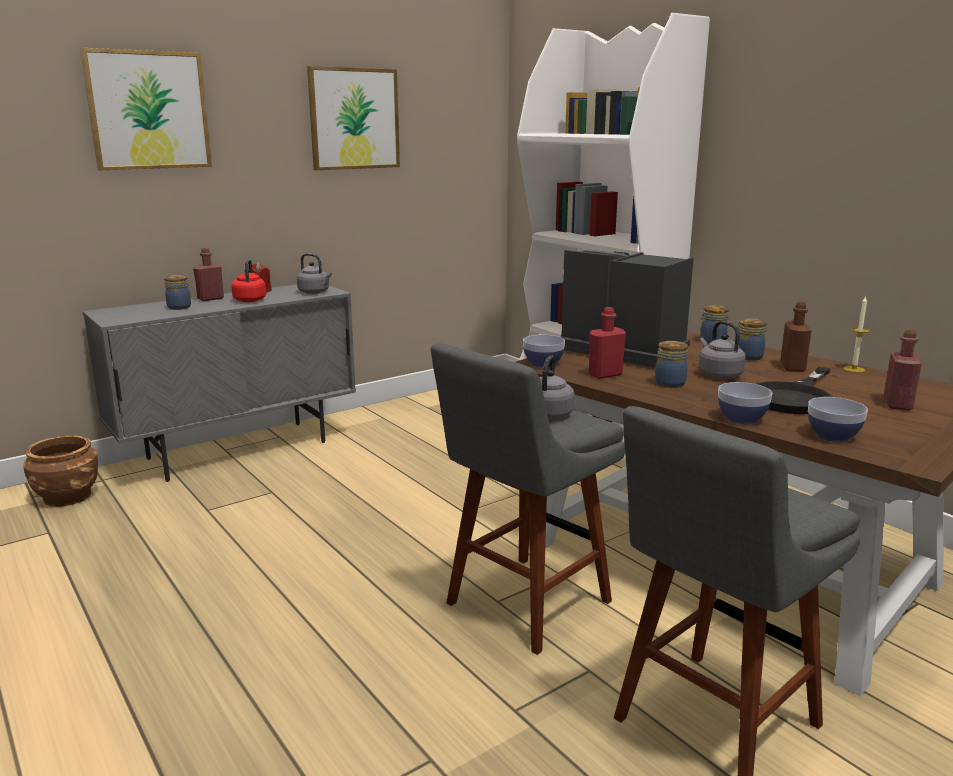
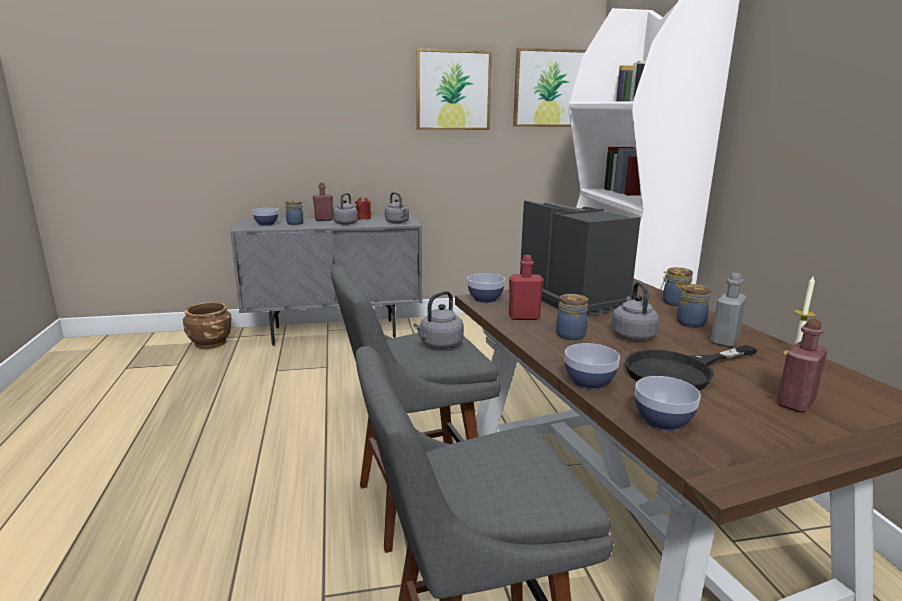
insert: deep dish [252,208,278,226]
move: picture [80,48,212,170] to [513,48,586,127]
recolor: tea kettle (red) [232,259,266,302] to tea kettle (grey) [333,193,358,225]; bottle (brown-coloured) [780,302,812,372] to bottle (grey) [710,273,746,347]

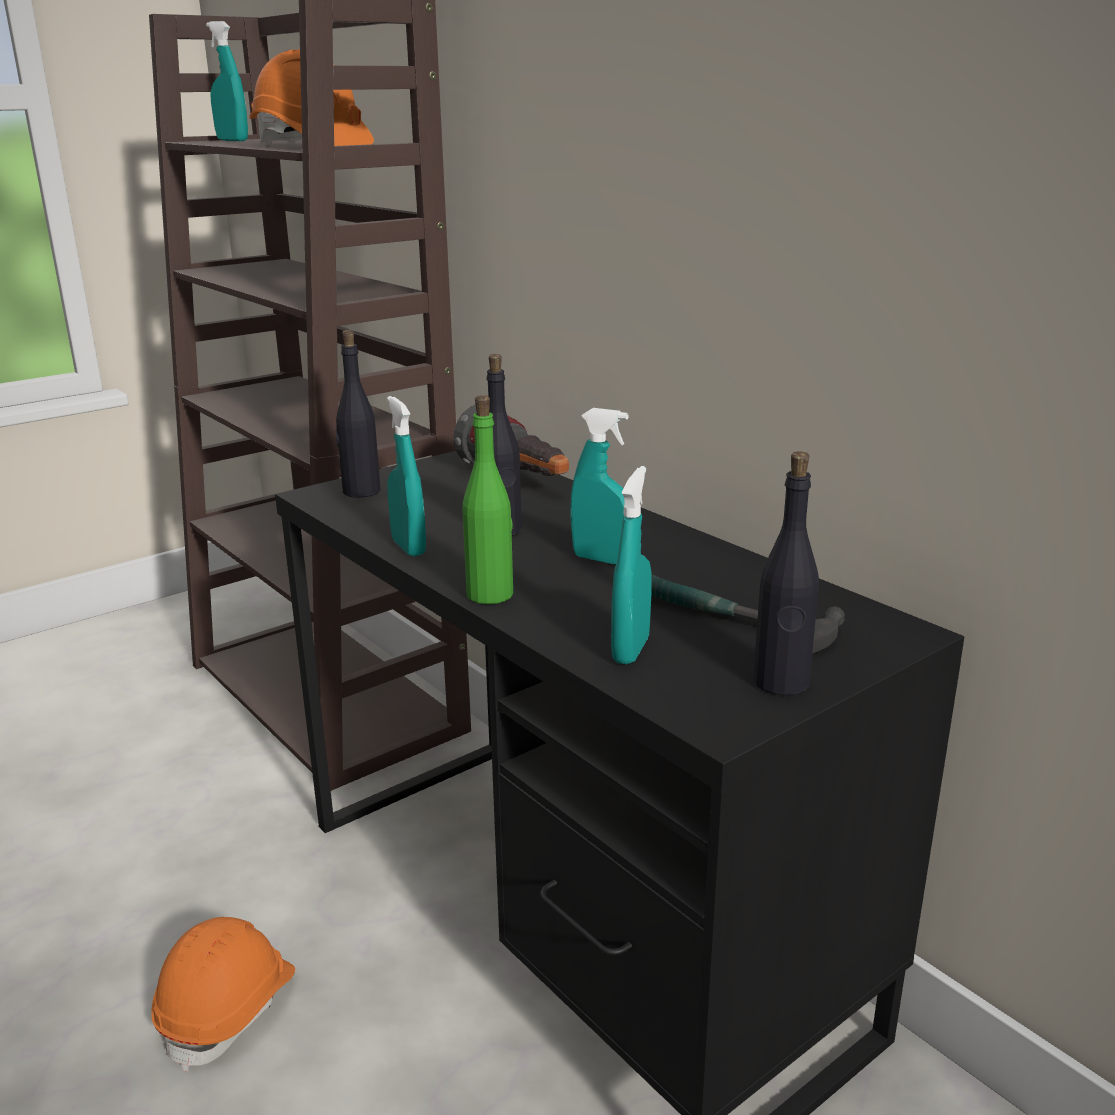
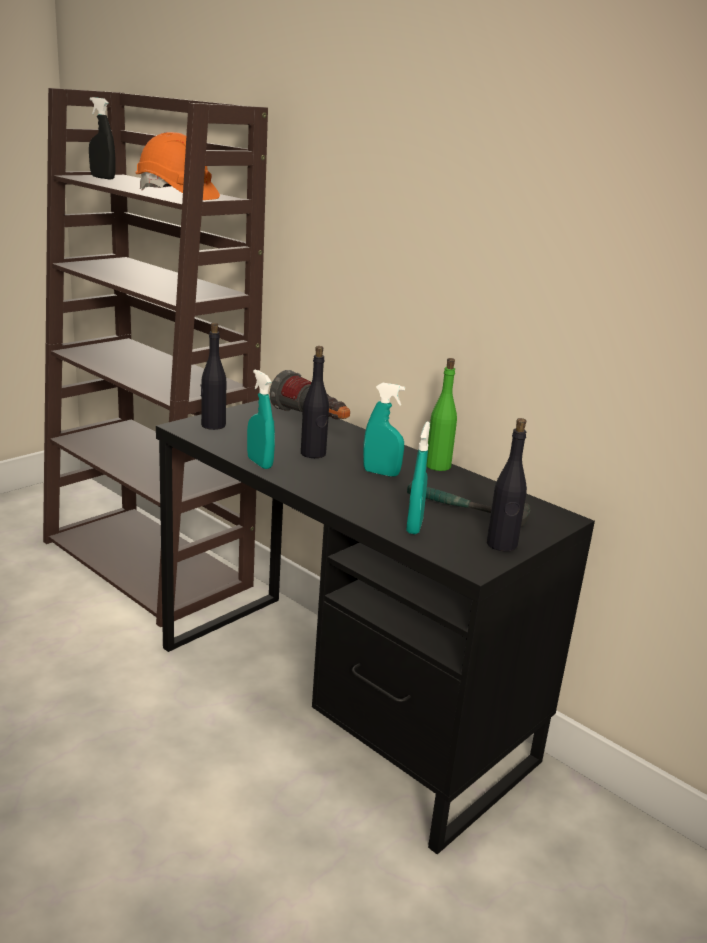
delete: hard hat (orange) [151,917,295,1072]
move: bottle (green) [463,395,513,604] to [427,358,457,471]
recolor: spray bottle (turquoise-coloured) [206,21,248,141] to spray bottle (black-coloured) [89,97,116,179]

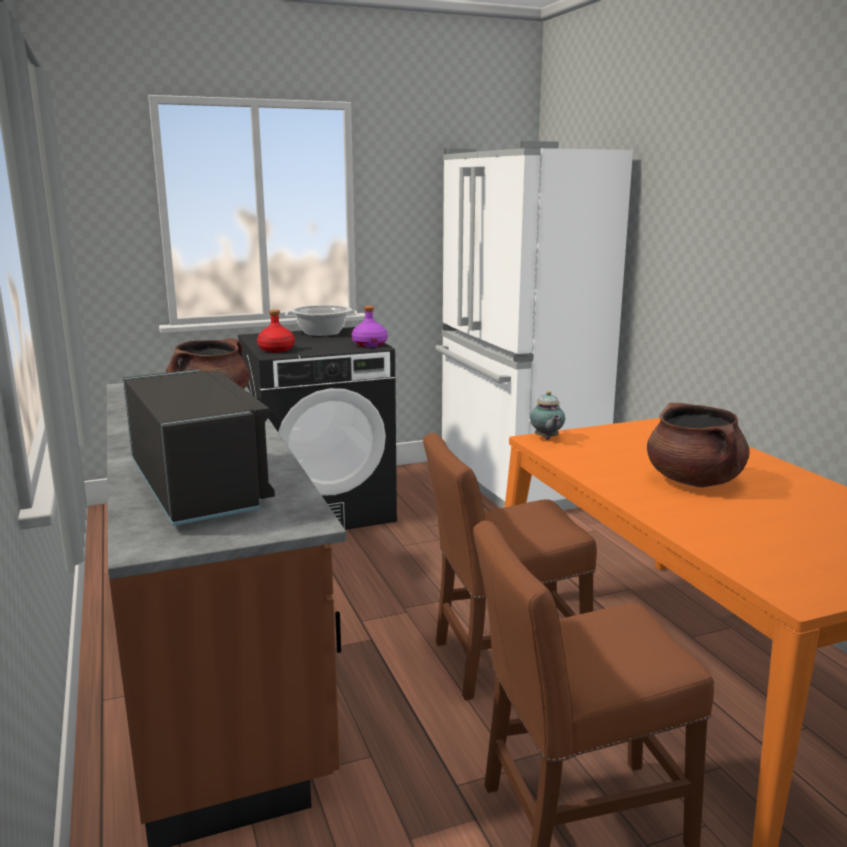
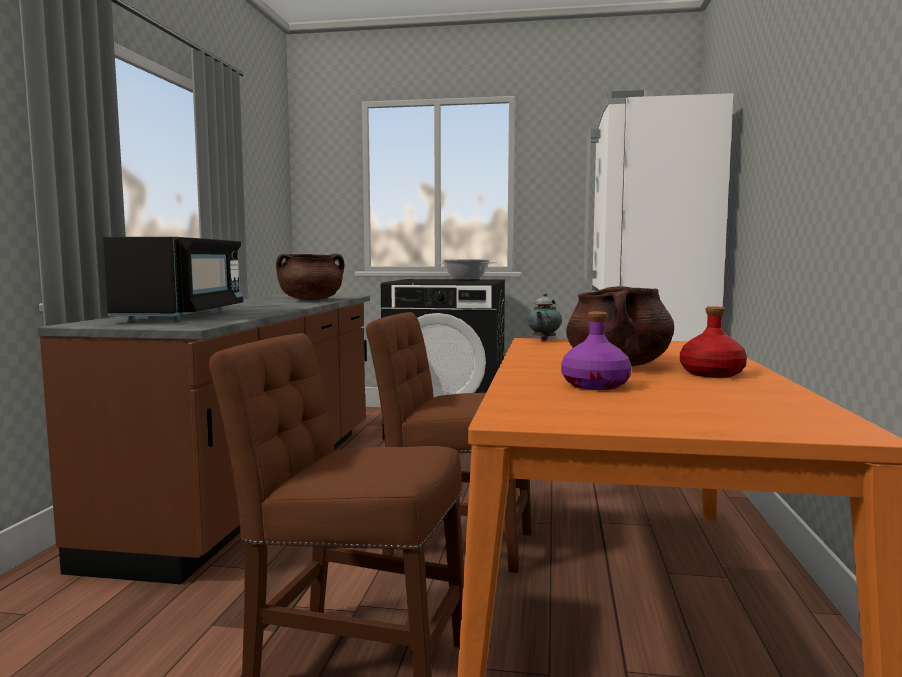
move: bottle (red) [257,310,295,353] to [680,306,747,378]; bottle (purple) [351,306,387,347] to [561,311,631,390]

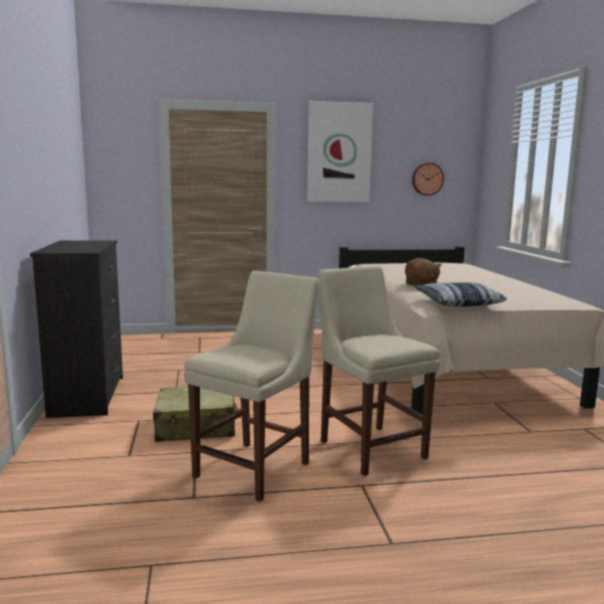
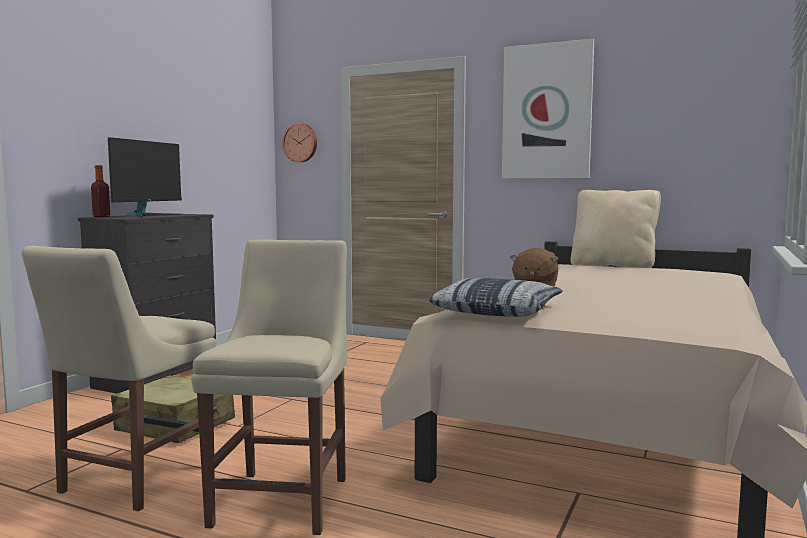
insert: bottle [91,165,110,217]; monitor [108,137,182,217]; cushion (sand-coloured) [571,190,661,268]
move: hanging clock [412,163,444,196] to [282,123,317,162]
rotate: upright chair (sand-coloured) [184,271,320,502] = [22,246,216,511] 135 degrees clockwise

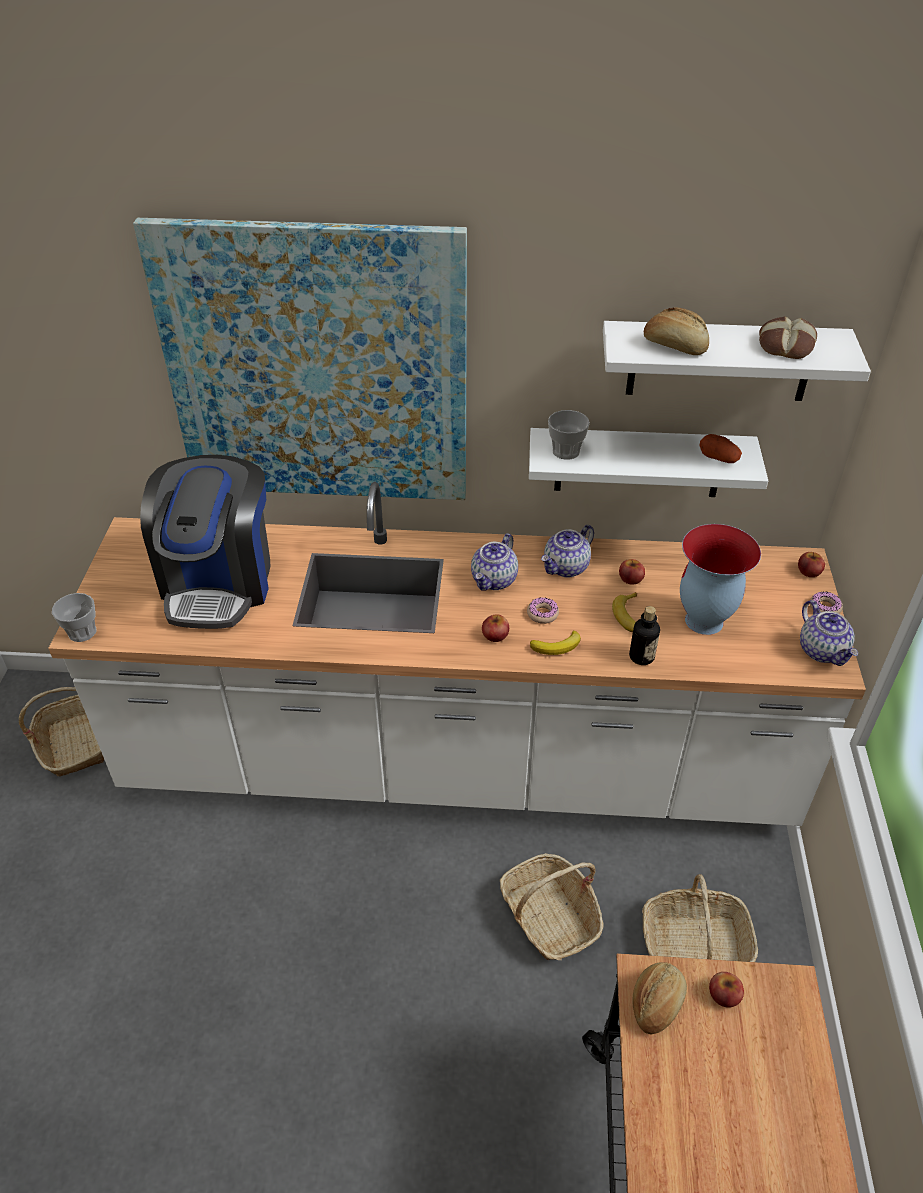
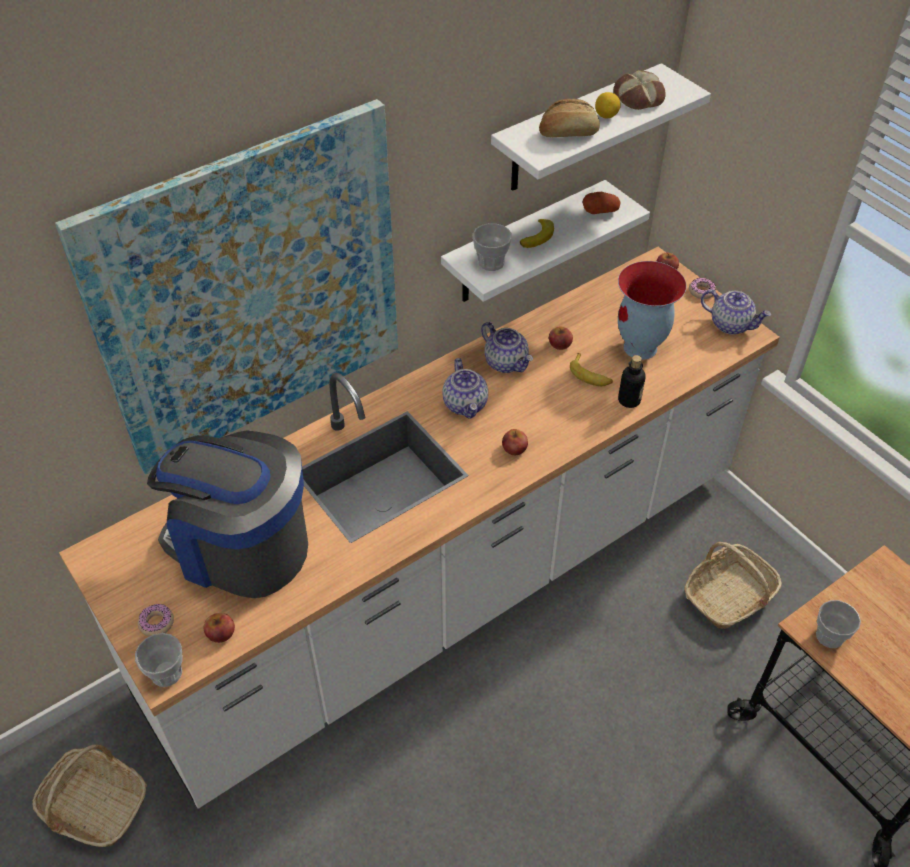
delete: household basket [500,853,604,960]
insert: lemon [595,92,621,119]
move: doughnut [527,598,559,624] to [138,604,174,636]; banana fruit [530,631,581,655] to [520,219,554,248]; whole apple [709,972,744,1008] to [203,613,235,643]
replace: bakery bread [632,962,687,1034] to small cup [816,600,861,648]
rotate: coffee maker [140,455,270,629] = [147,430,308,598] 150 degrees clockwise; tea pot [541,525,594,577] = [481,322,533,373] 45 degrees counterclockwise

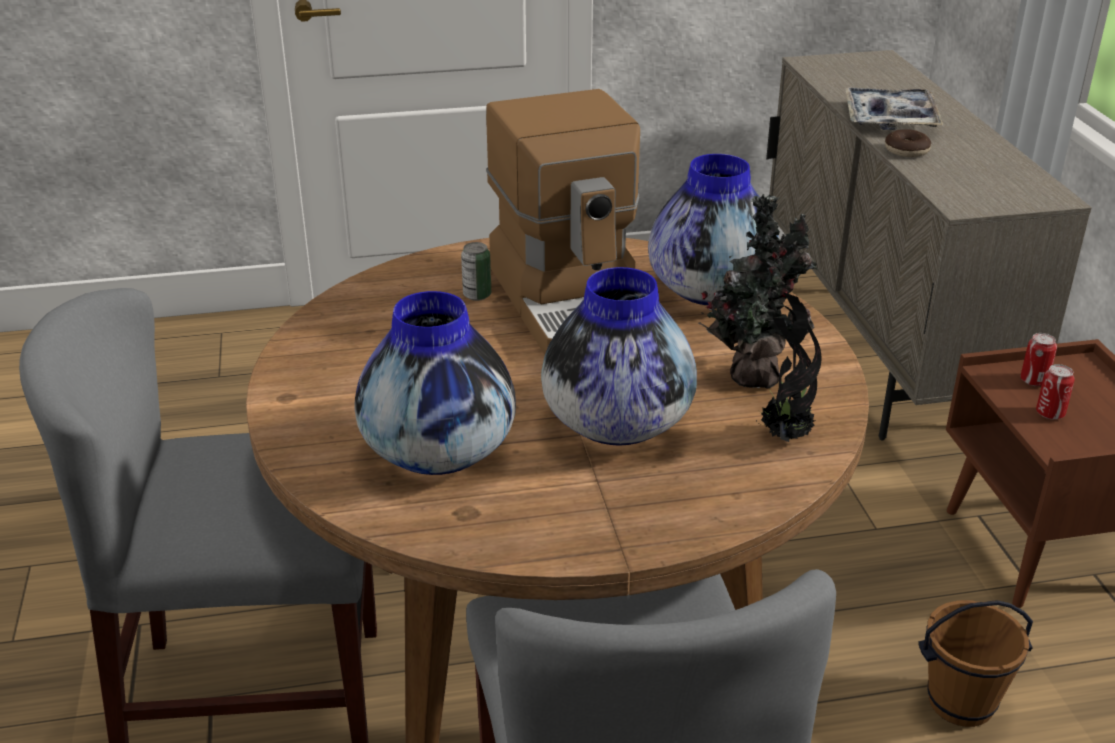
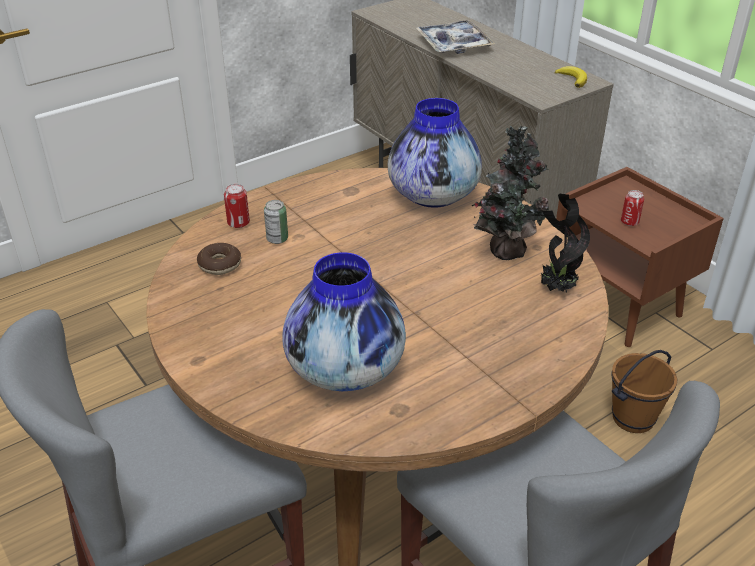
delete: coffee maker [486,89,640,355]; flower vase [541,267,697,446]
insert: banana fruit [555,66,587,88]
move: doughnut [885,129,931,157] to [197,243,241,275]; can [1021,333,1057,386] to [224,184,250,228]

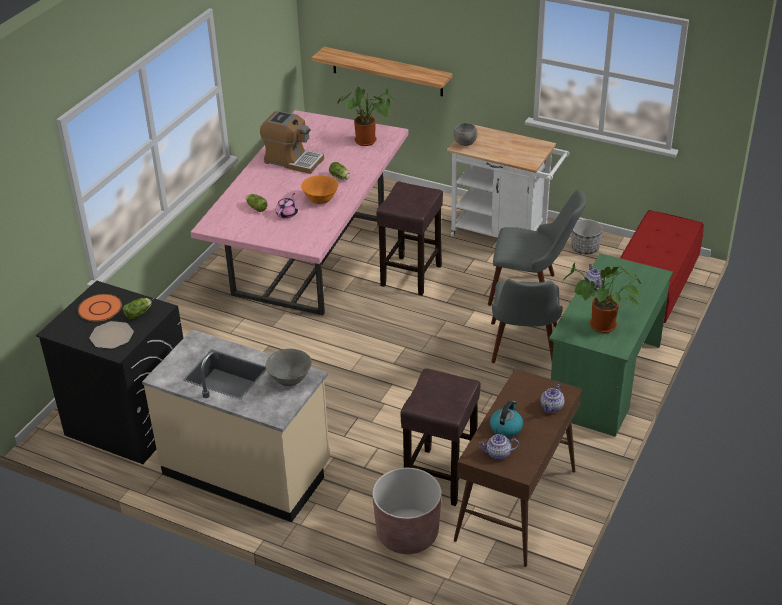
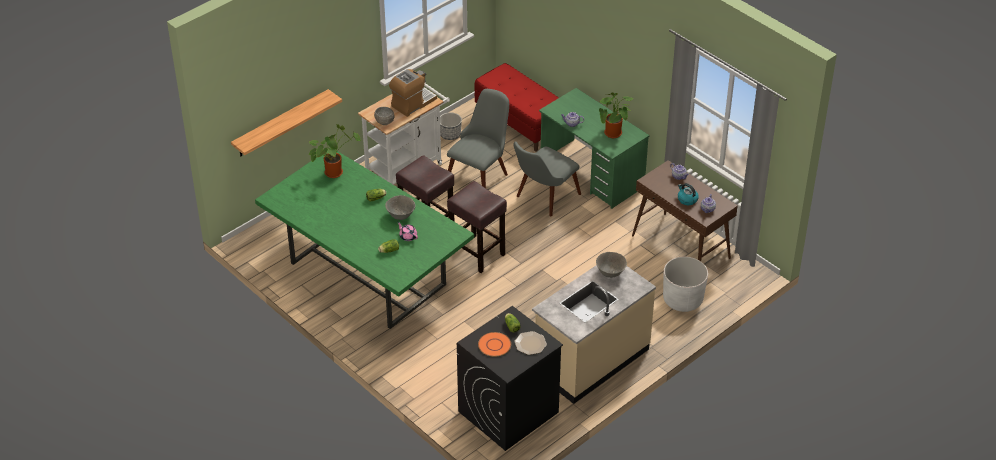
move: coffee maker [260,111,324,174] to [389,69,437,117]; sitting stool (brown-coloured) [400,368,481,506] to [447,181,507,273]
recolor: dinner table (pink) [191,110,409,315] to dinner table (green) [255,148,474,329]; deep dish (orange) [301,175,339,204] to deep dish (grey) [385,195,415,220]; plant pot (brown-coloured) [372,468,442,554] to plant pot (white-coloured) [663,256,708,312]
rotate: upright chair (grey) [491,279,563,363] = [513,141,581,216] 105 degrees clockwise

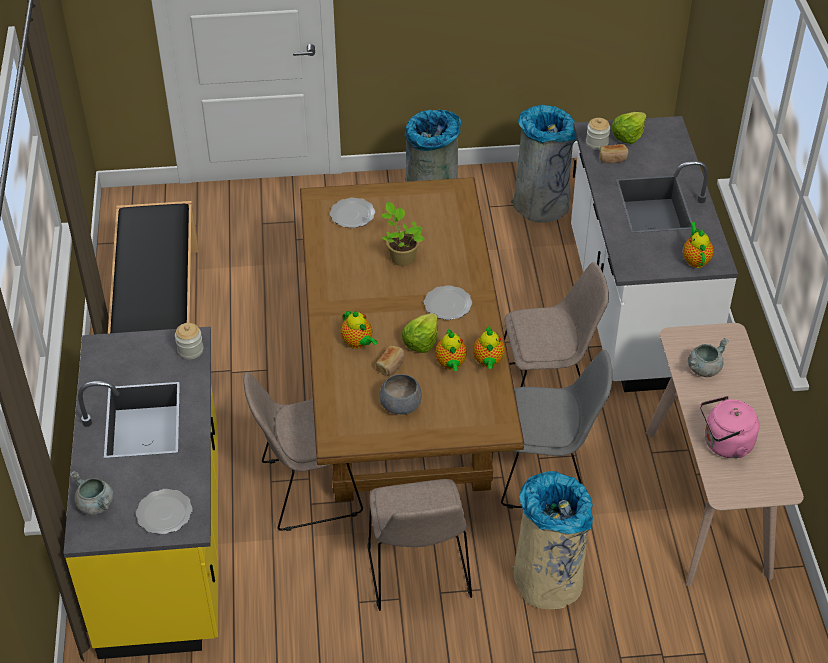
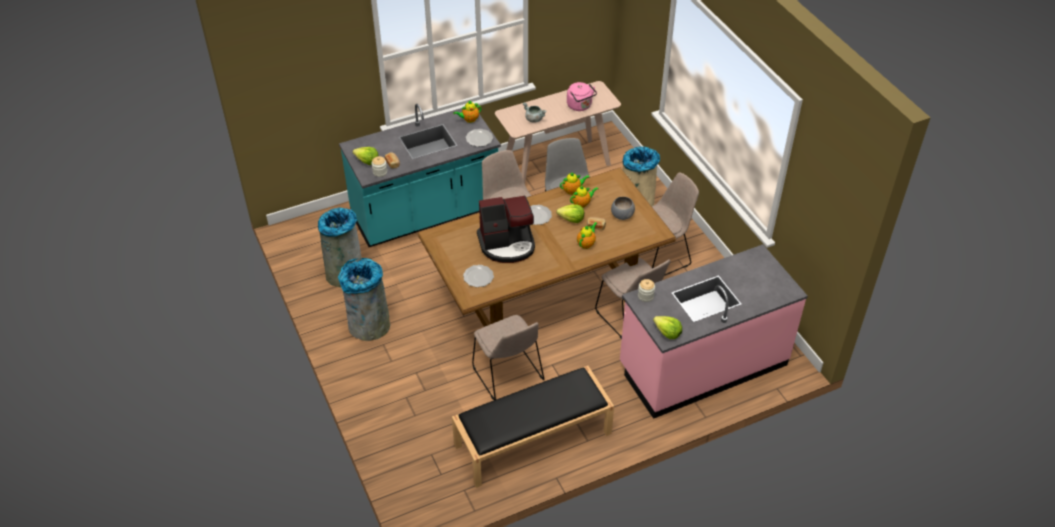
delete: stockpot (grey) [70,471,114,515]
insert: upright chair (sand-coloured) [472,315,544,400]; lettuce head [653,316,682,339]
move: dinner plate [136,489,193,535] to [466,129,493,147]
replace: plant in a pot [382,202,425,266] to coffee maker [477,195,535,263]
recolor: counter (yellow) [63,327,218,659] to counter (pink) [620,244,808,419]; counter (white-coloured) [571,116,738,392] to counter (turquoise-coloured) [339,104,501,247]

